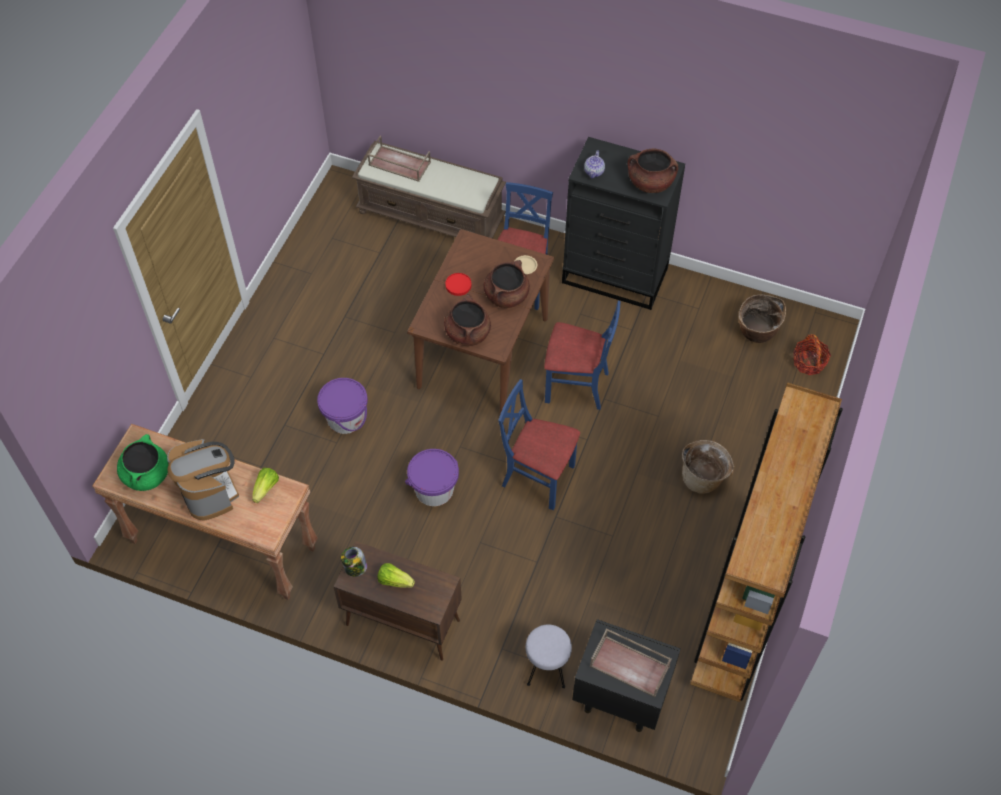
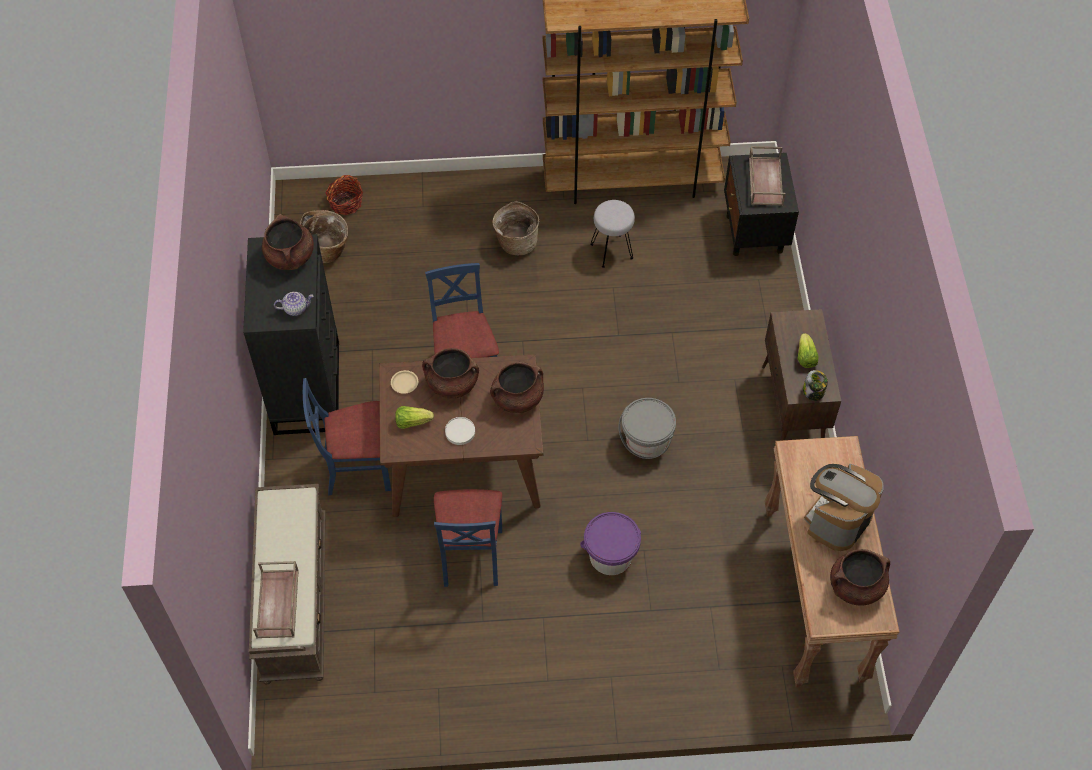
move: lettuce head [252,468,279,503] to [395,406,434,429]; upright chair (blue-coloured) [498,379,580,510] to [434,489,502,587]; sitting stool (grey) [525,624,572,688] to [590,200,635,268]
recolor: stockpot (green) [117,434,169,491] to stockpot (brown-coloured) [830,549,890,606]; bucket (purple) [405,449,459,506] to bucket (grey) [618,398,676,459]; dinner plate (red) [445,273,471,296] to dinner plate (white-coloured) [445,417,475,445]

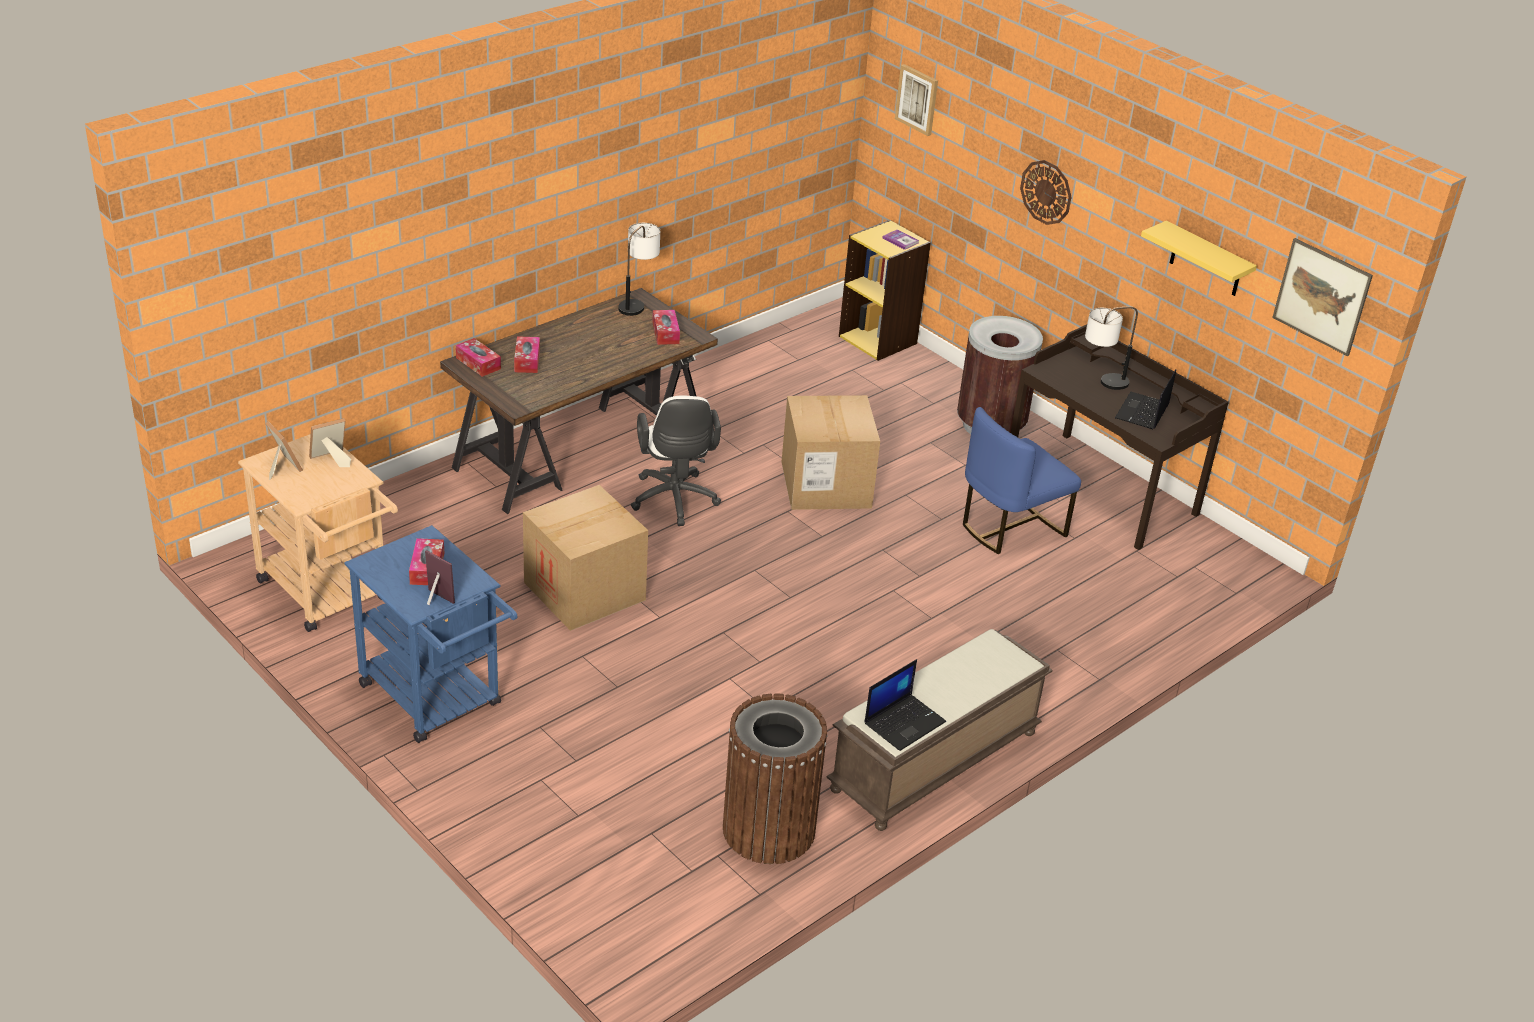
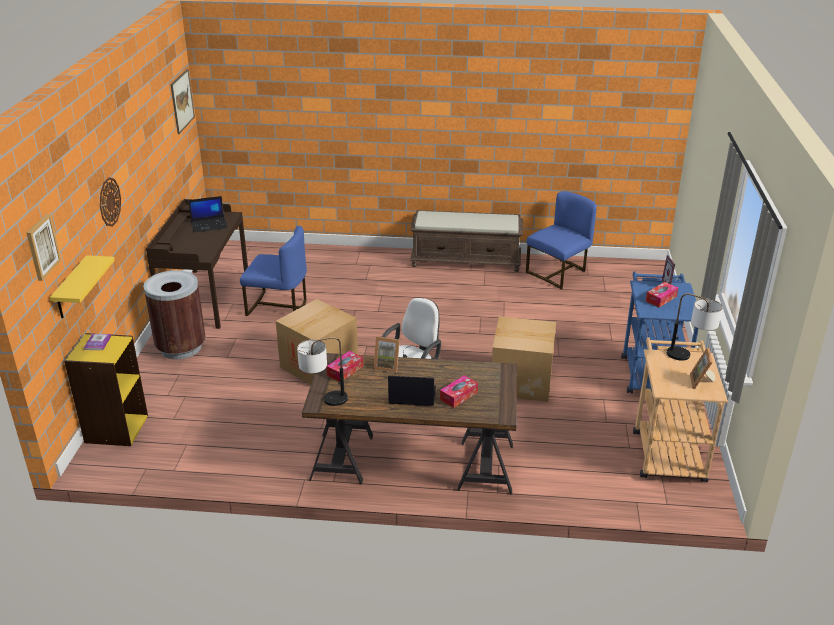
delete: tissue holder [456,338,501,377]
move: picture frame [309,418,351,467] to [373,336,400,373]; laptop [864,659,946,751] to [388,376,436,406]; table lamp [1085,306,1138,390] to [667,293,723,361]; shelf (yellow) [1141,221,1257,296] to [50,255,115,319]
replace: rubbish bin (brown-coloured) [723,693,828,864] to upright chair (blue-coloured) [526,191,597,290]

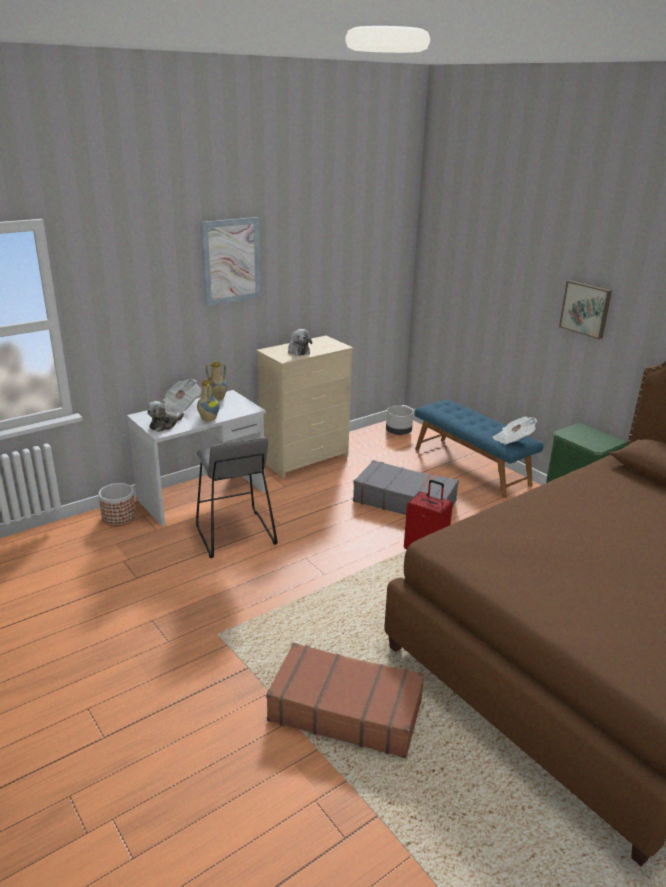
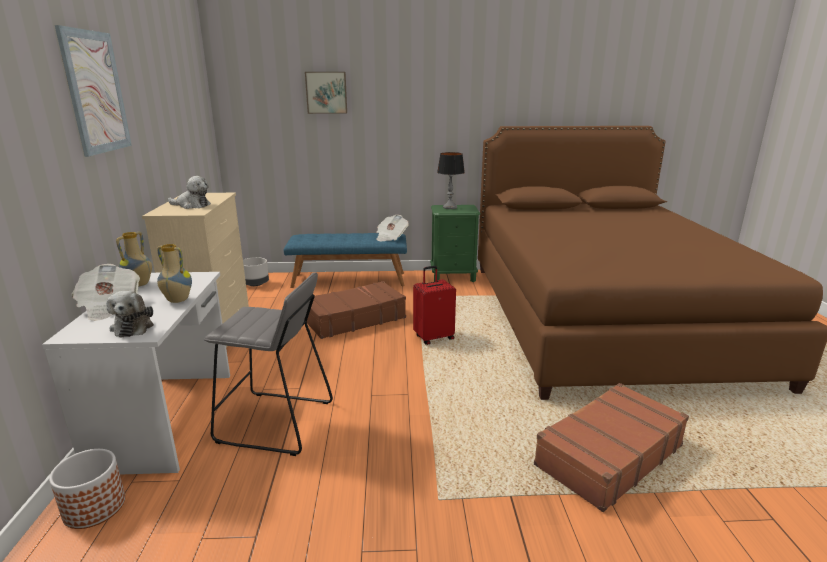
insert: table lamp [437,152,465,209]
move: picture [559,280,612,339] to [305,72,347,114]
recolor: suitcase (grey) [353,460,459,515] to suitcase (brown-coloured) [307,281,406,339]

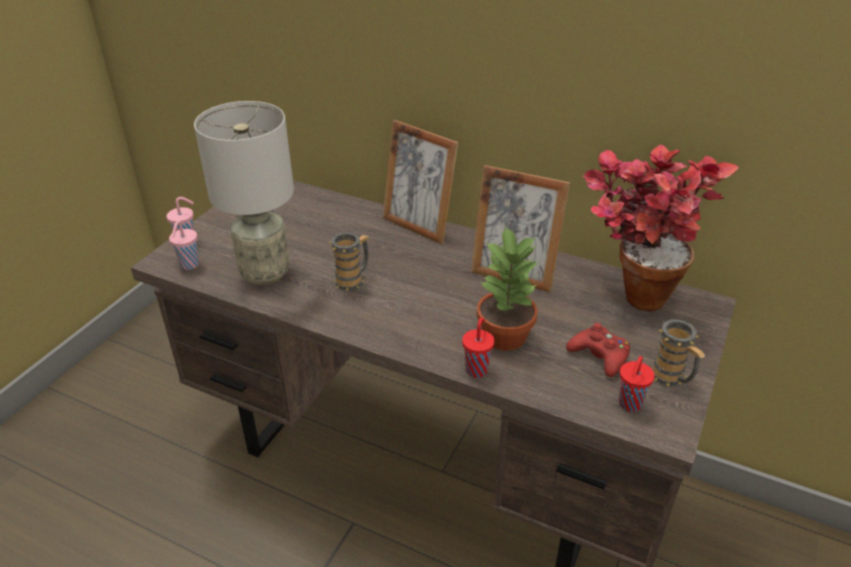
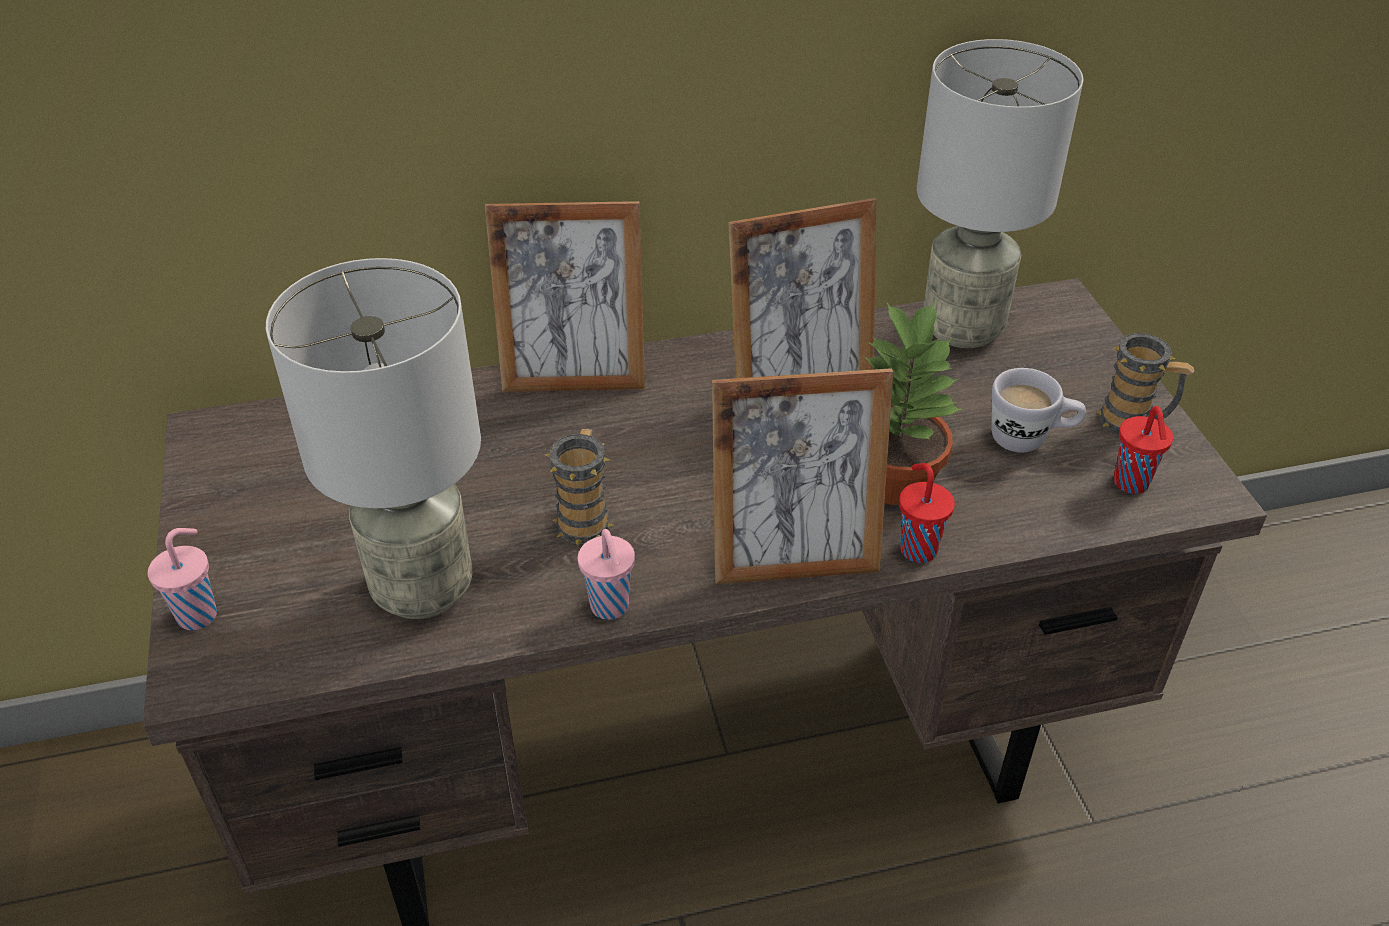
insert: picture frame [712,368,893,584]
move: small cup (pink) [169,221,199,270] to [578,529,635,620]
replace: game controller (red) [566,323,630,377] to coffee mug (white-coloured) [991,368,1086,453]; plant in a pot [583,145,739,312] to table lamp (grey) [917,39,1084,348]

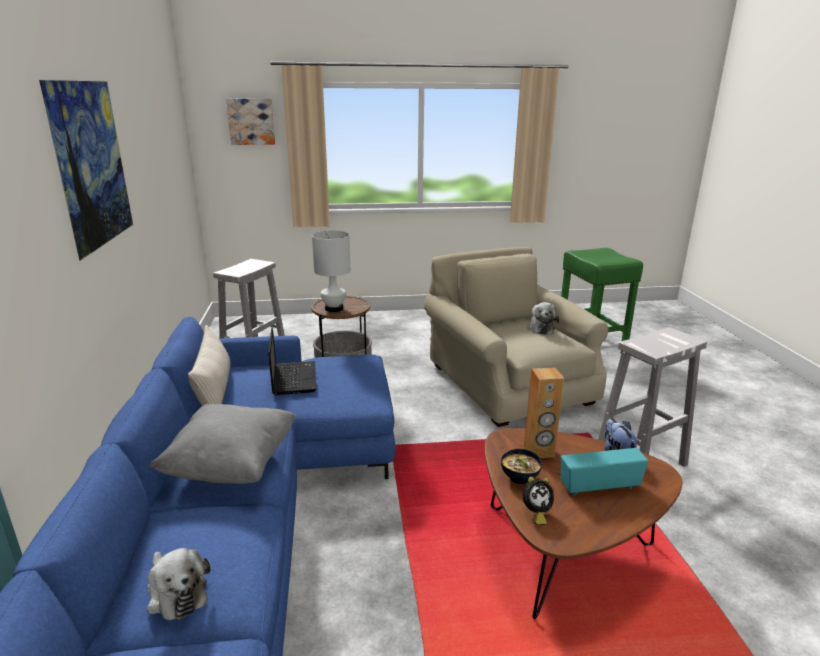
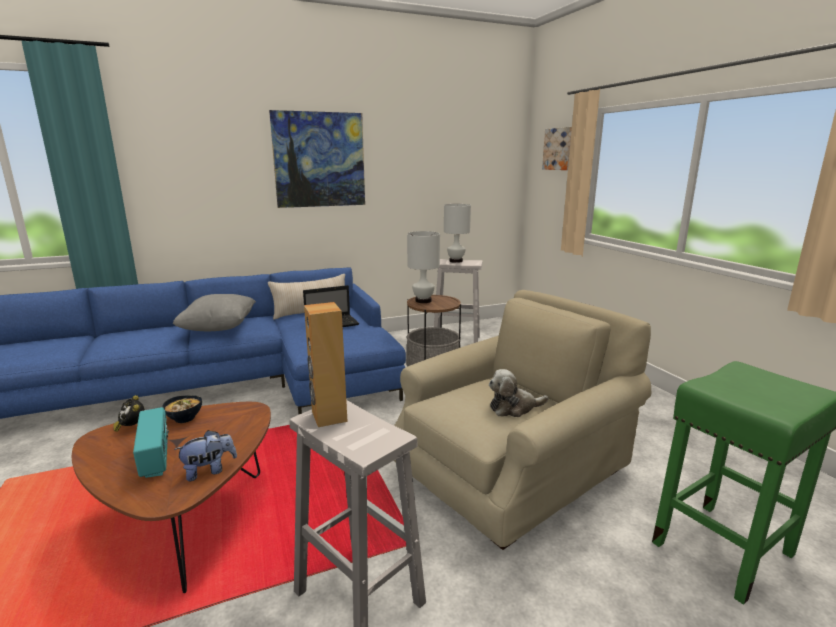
delete: cuddly toy [147,548,210,620]
insert: table lamp (white-coloured) [444,204,471,263]
move: loudspeaker (brown-coloured) [524,368,564,458] to [304,302,348,427]

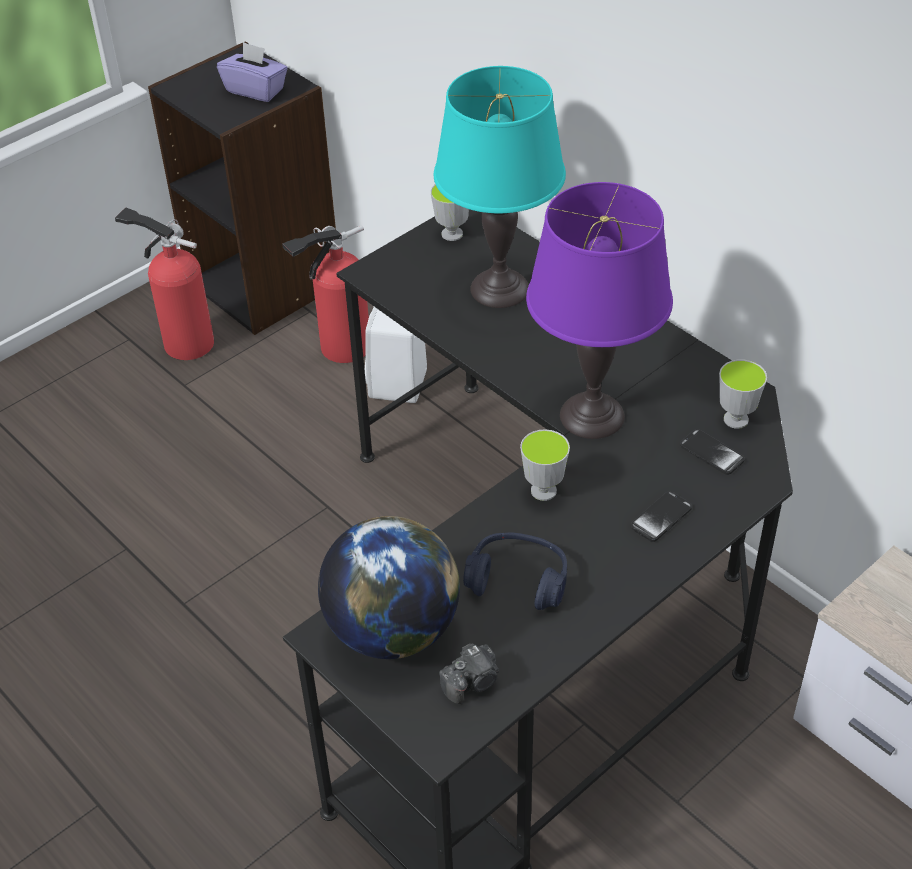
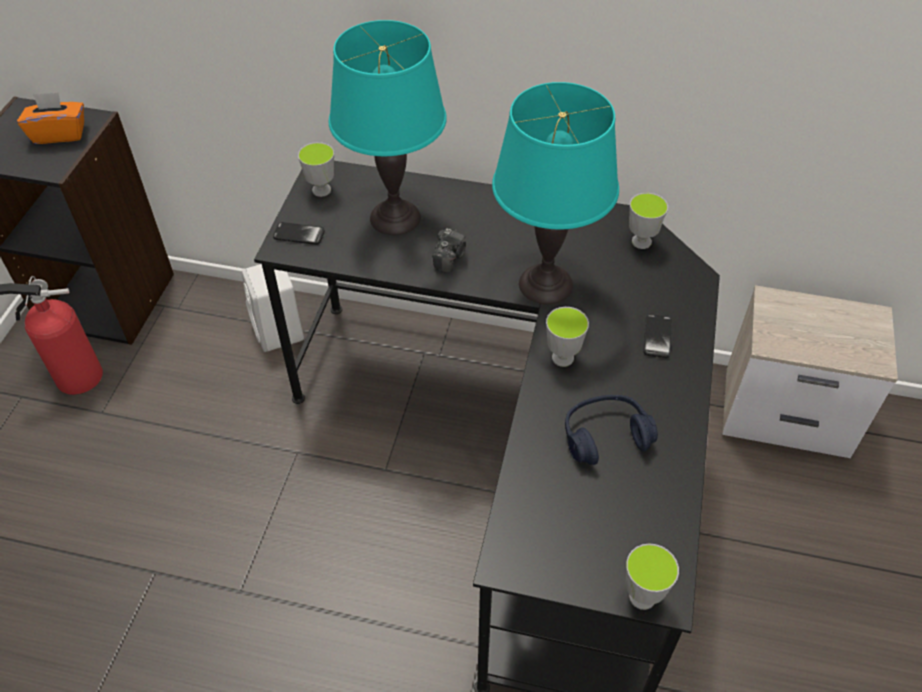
delete: extinguisher [282,225,369,363]; world globe [318,516,460,659]
insert: small cup [626,544,679,610]
move: photo camera [439,643,499,704] to [432,228,466,272]; handset [680,429,745,475] to [273,222,325,245]
recolor: tissue holder (purple) [217,42,288,102] to tissue holder (orange) [17,92,84,144]; table lamp (purple) [526,182,673,439] to table lamp (turquoise-coloured) [492,82,619,304]

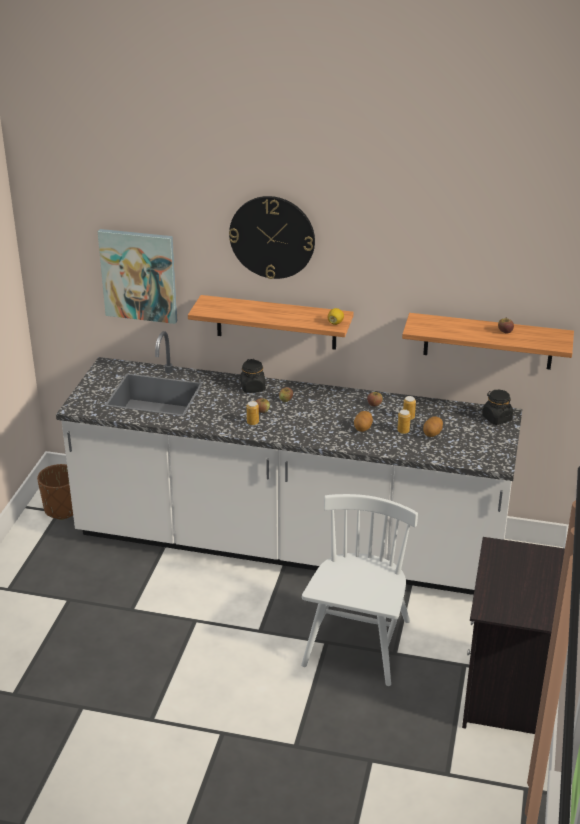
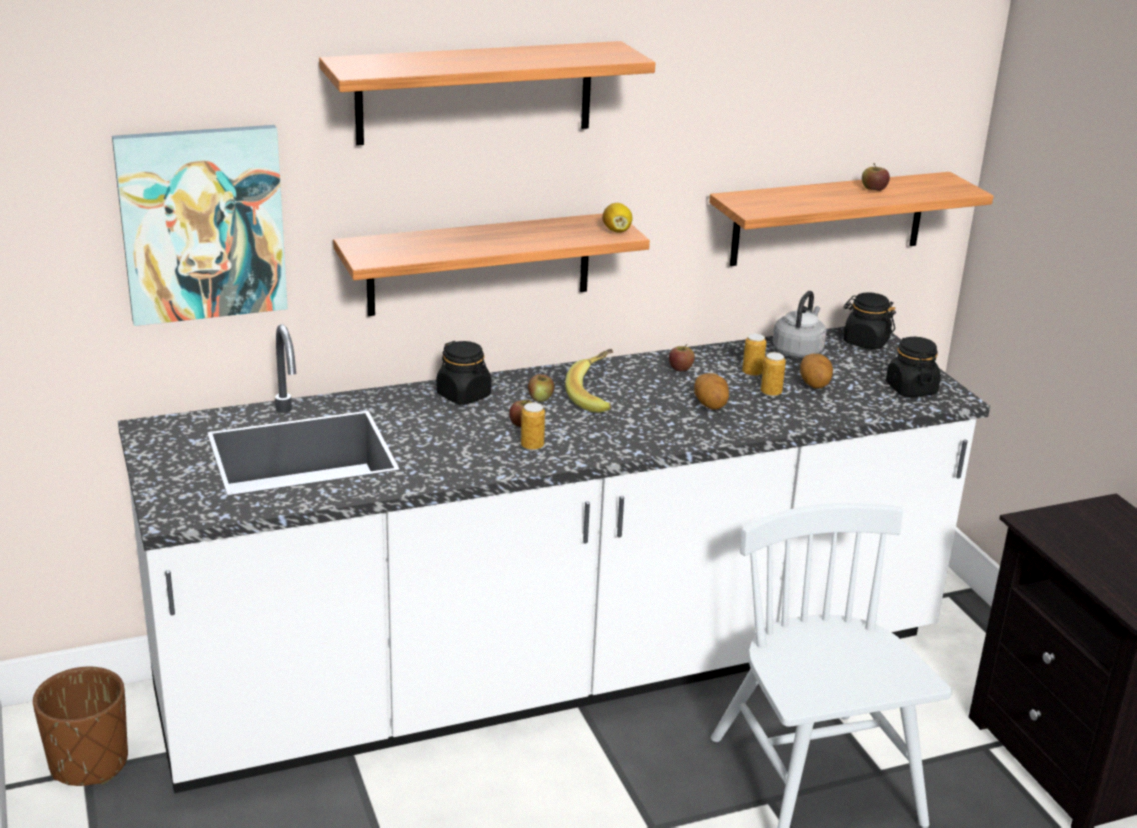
insert: banana fruit [565,349,613,413]; tea kettle (grey) [773,291,826,358]; jar (black-coloured) [886,337,941,397]
replace: hanging clock [229,196,315,279] to shelf [319,41,656,146]

